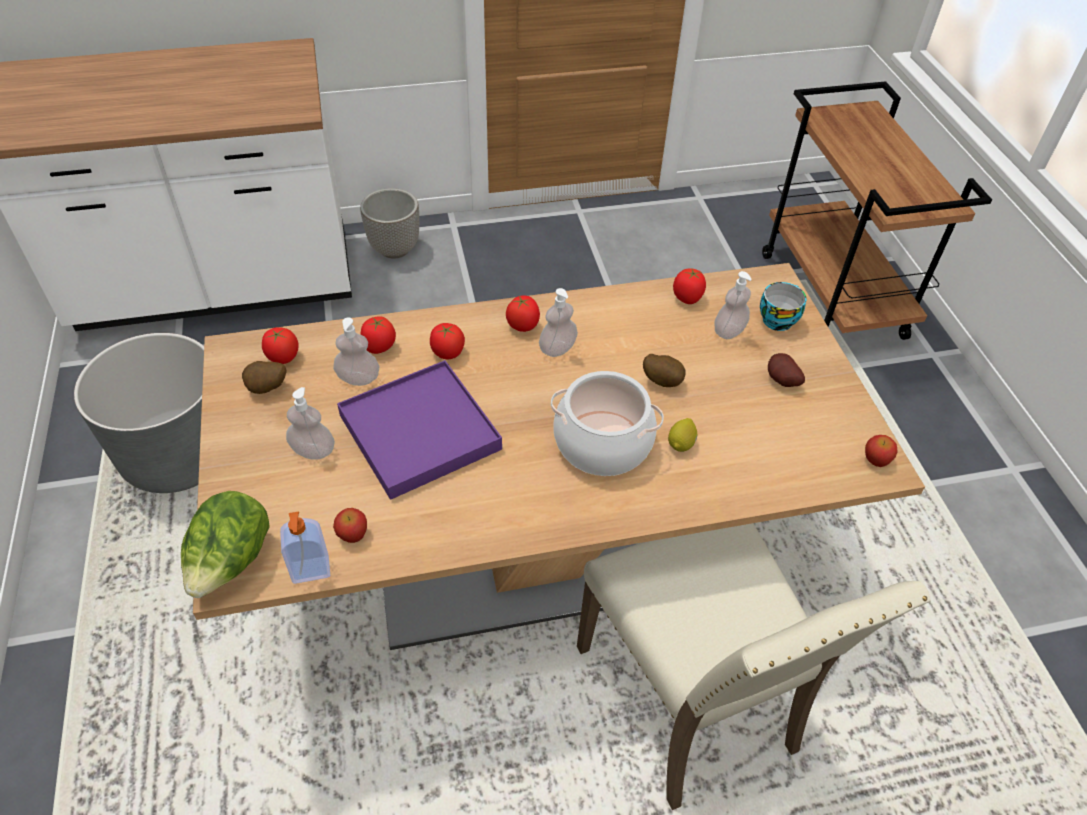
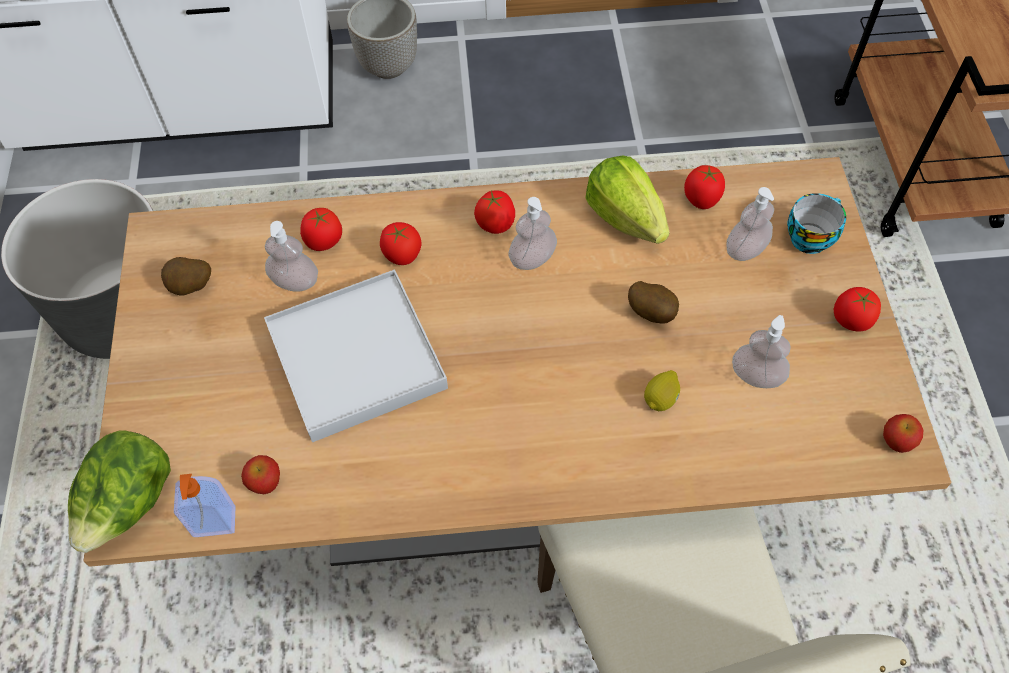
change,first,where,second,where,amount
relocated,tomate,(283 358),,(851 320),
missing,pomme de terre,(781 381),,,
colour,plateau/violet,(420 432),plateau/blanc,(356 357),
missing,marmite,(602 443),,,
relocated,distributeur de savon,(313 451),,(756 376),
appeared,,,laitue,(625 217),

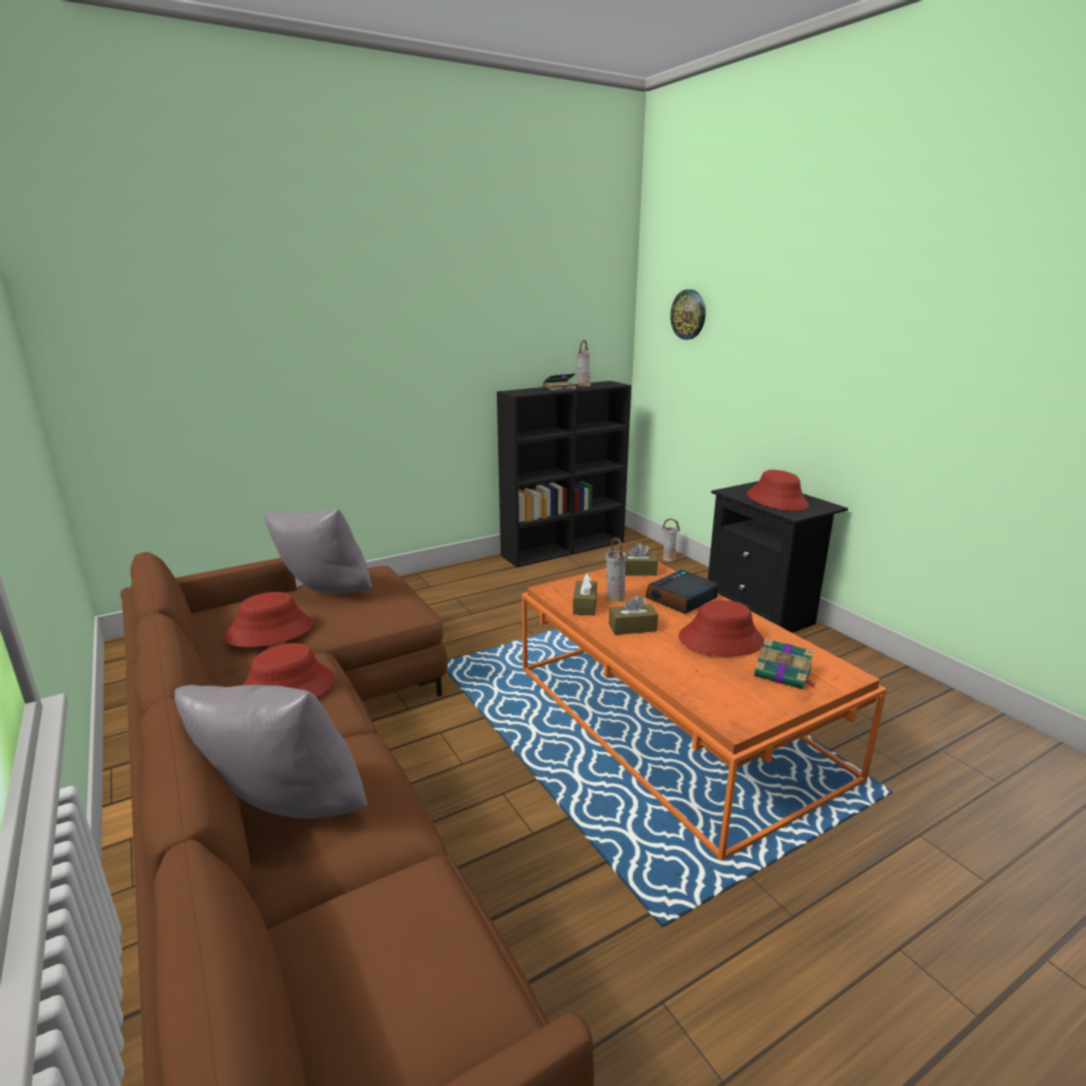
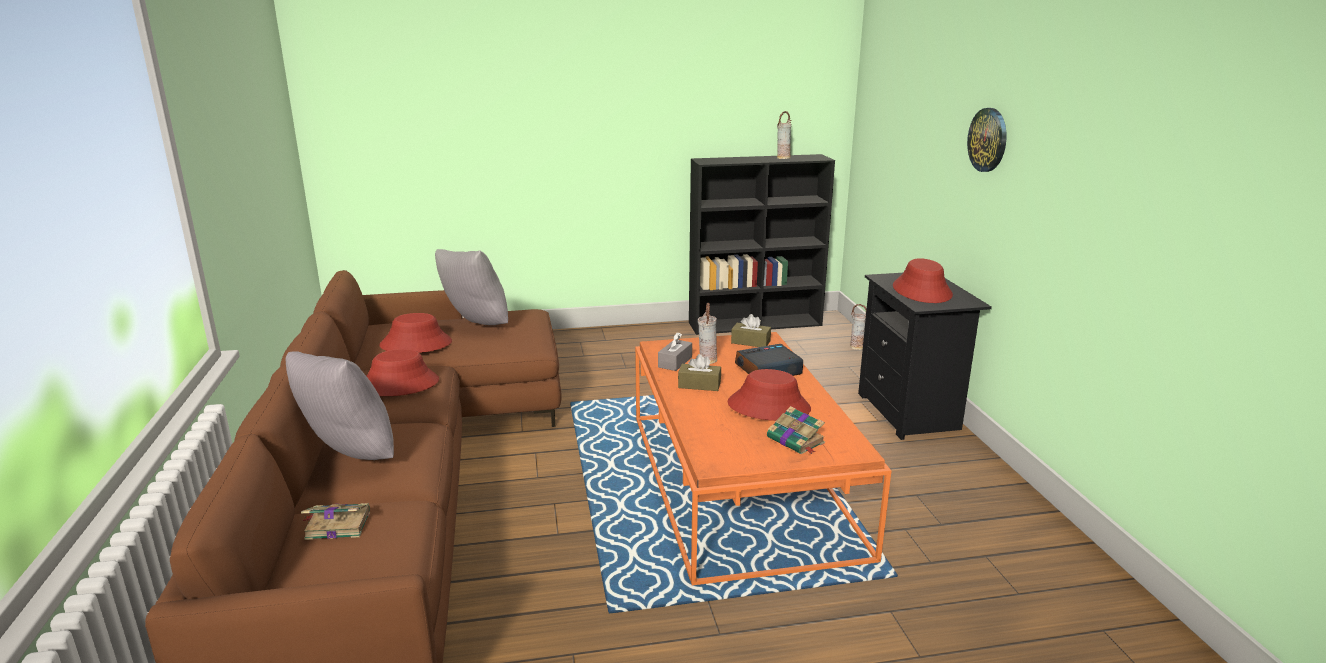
change,first,where,second,where,amount
relocated,horloge murale,(688 314),,(988 140),
relocated,livre,(558 388),,(336 525),
colour,boîte à mouchoirs/marron,(585 605),boîte à mouchoirs/gris,(675 362),

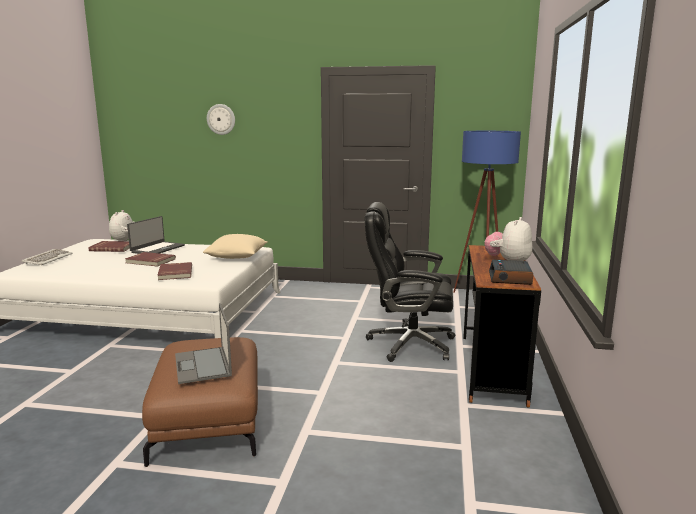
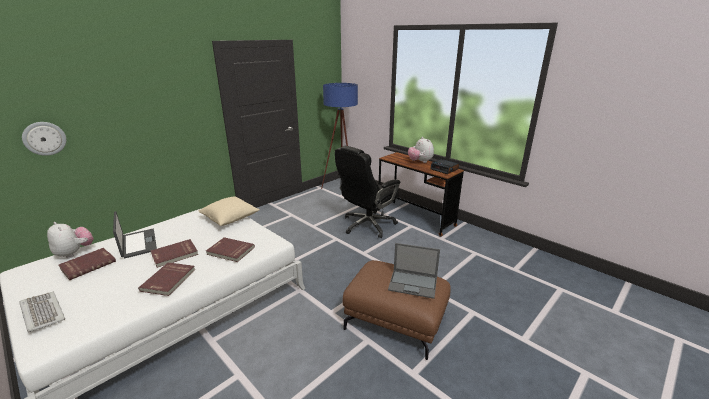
change,first,where,second,where,amount
relocated,horloge murale,(221 119),,(44 138),
appeared,,,livre/rouge,(169 280),

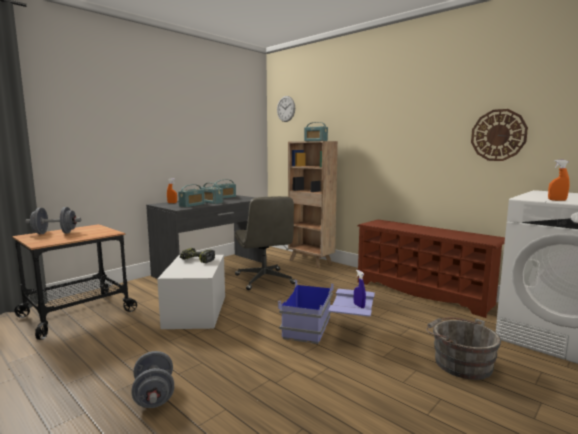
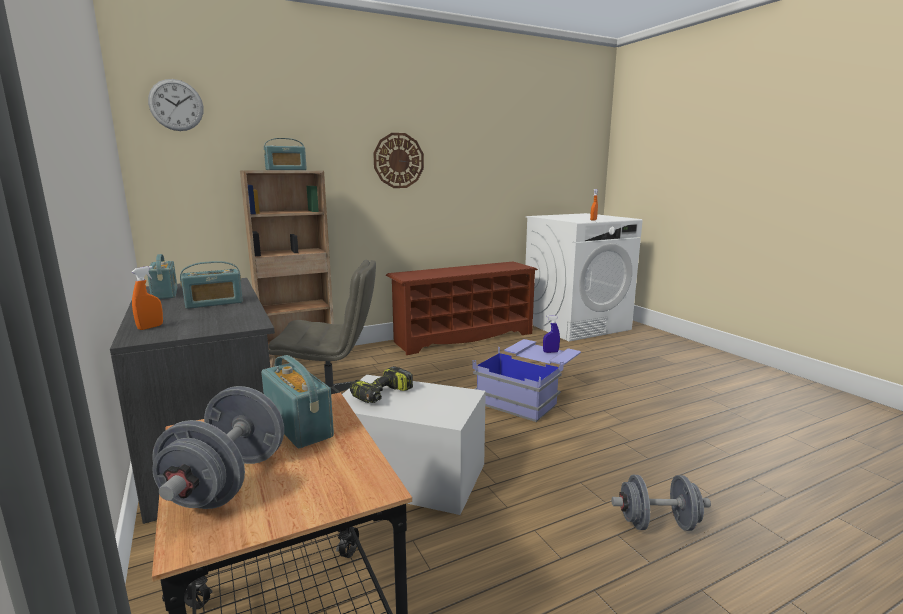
change,first,where,second,where,amount
relocated,horloge murale,(498 135),,(398 160),
relocated,radio,(192 205),,(299 426),
missing,seau/gris,(459 362),,,

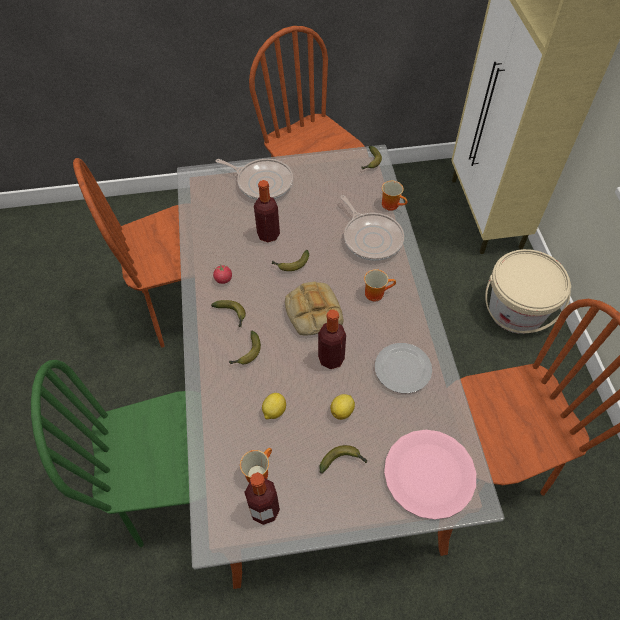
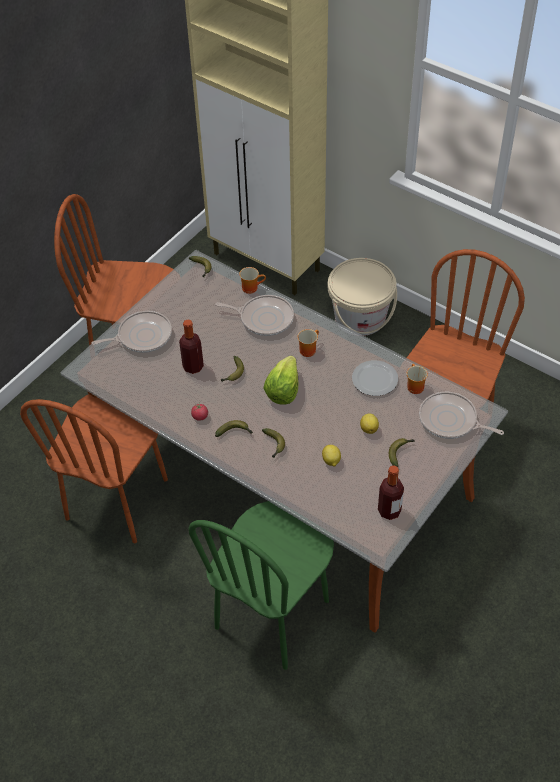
change,first,where,second,where,amount
exchanged,pain,(312 312),laitue,(283 390),
missing,bouteille,(331 358),,,
exchanged,assiette/rose,(429 474),poêle,(450 420),
relocated,mug,(257 471),,(413 386),

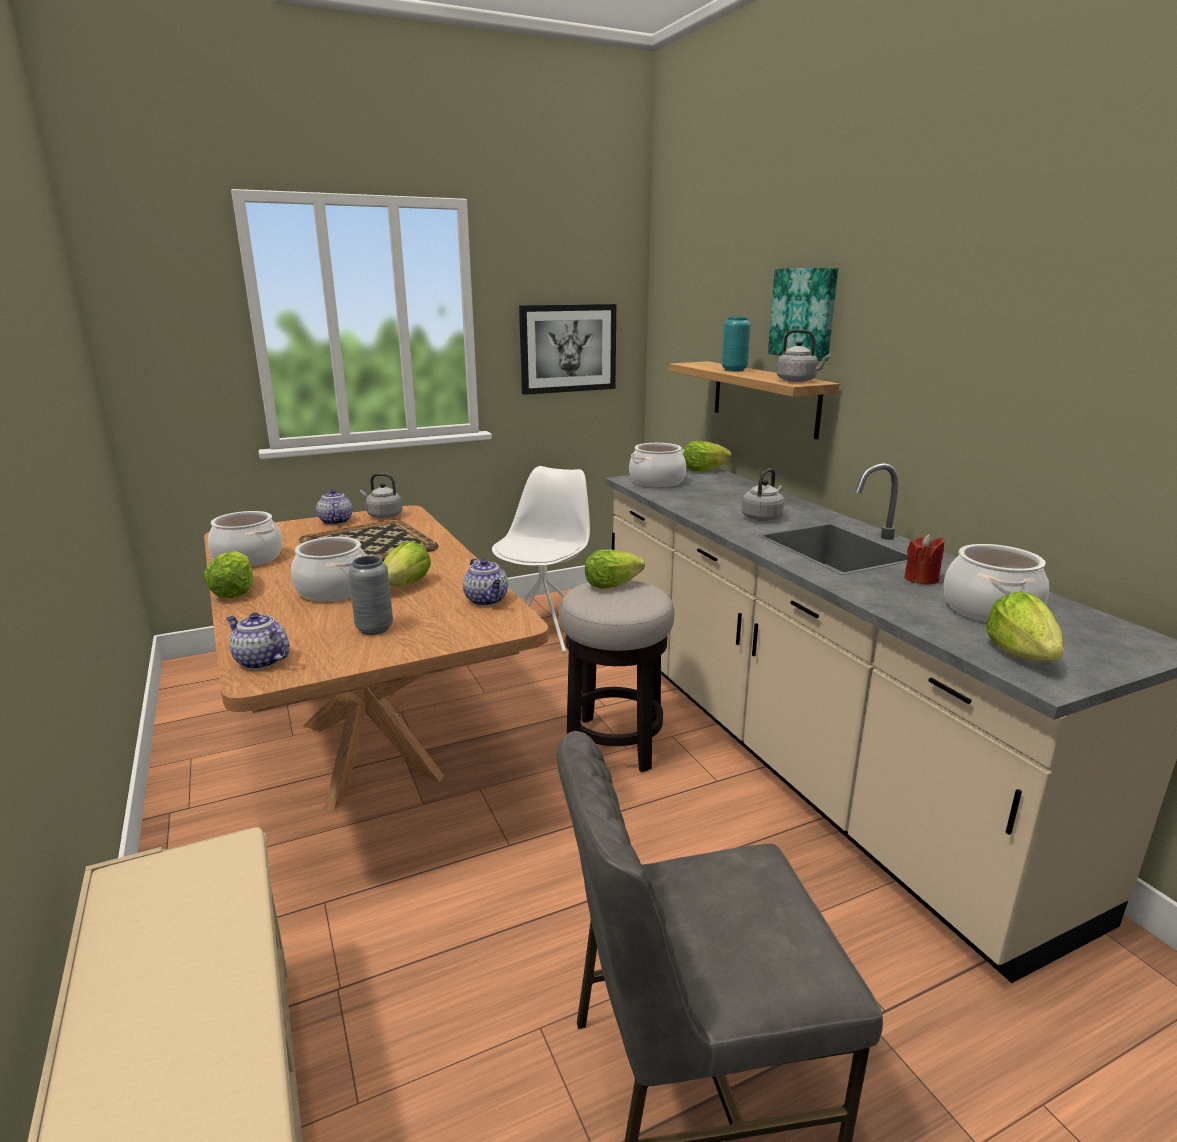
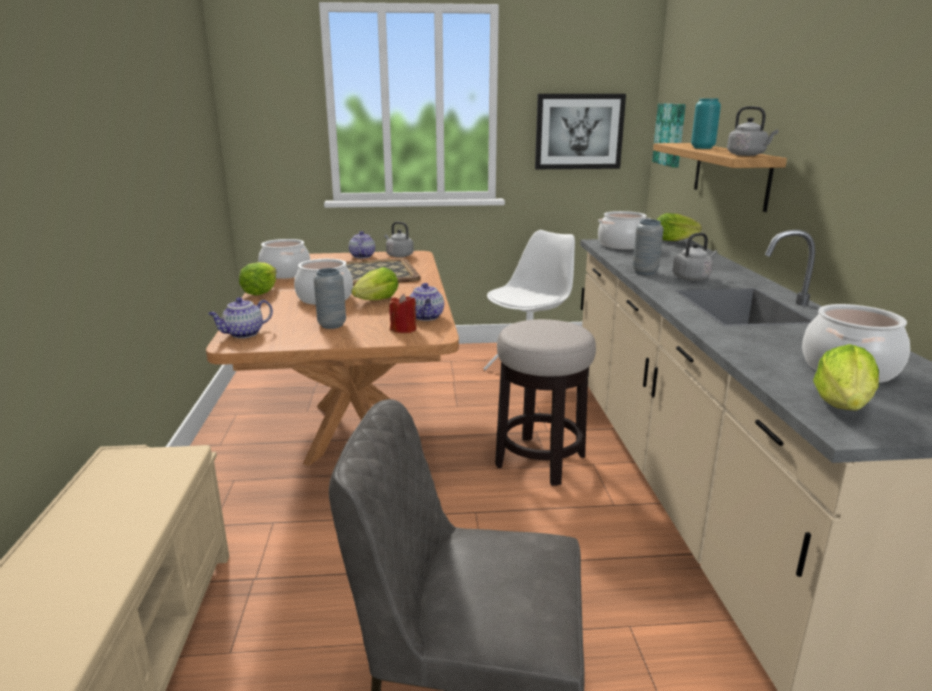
change,first,where,second,where,amount
relocated,tableau,(804 313),,(671 134),
relocated,bougie/rouge,(921 579),,(403 329),
missing,laitue,(611 585),,,
spun,théière,(260 661),,(243 334),90 degrees counterclockwise
appeared,,,vase/gris,(645 272),

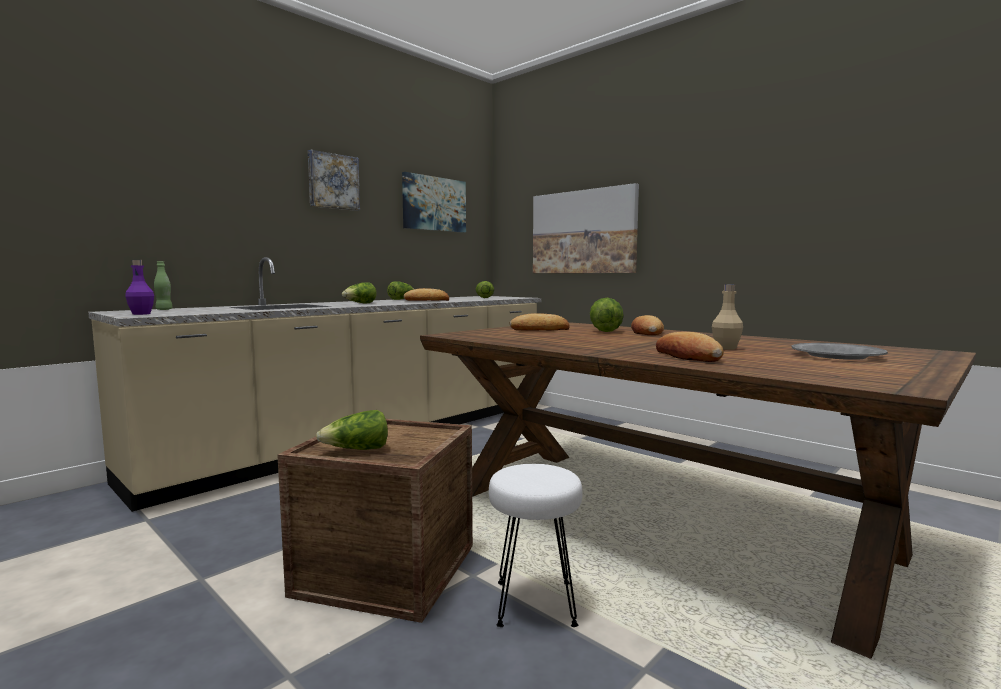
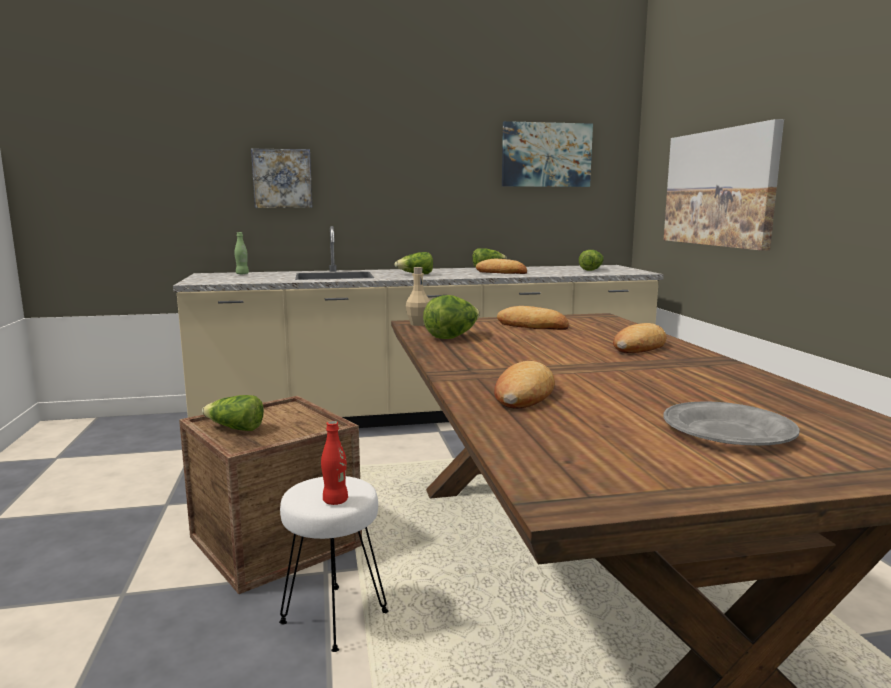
change,first,where,second,where,amount
relocated,tableau,(333 181),,(282 178),
missing,bouteille/violet,(141 314),,,
relocated,bouteille/beige,(726 348),,(418 324),
relocated,laitue,(605 331),,(452 337),
appeared,,,bouteille/rouge,(335 501),

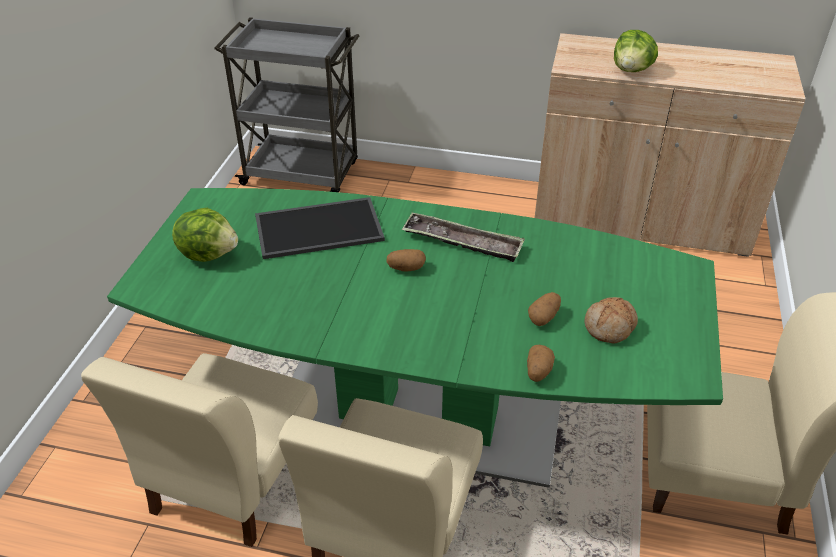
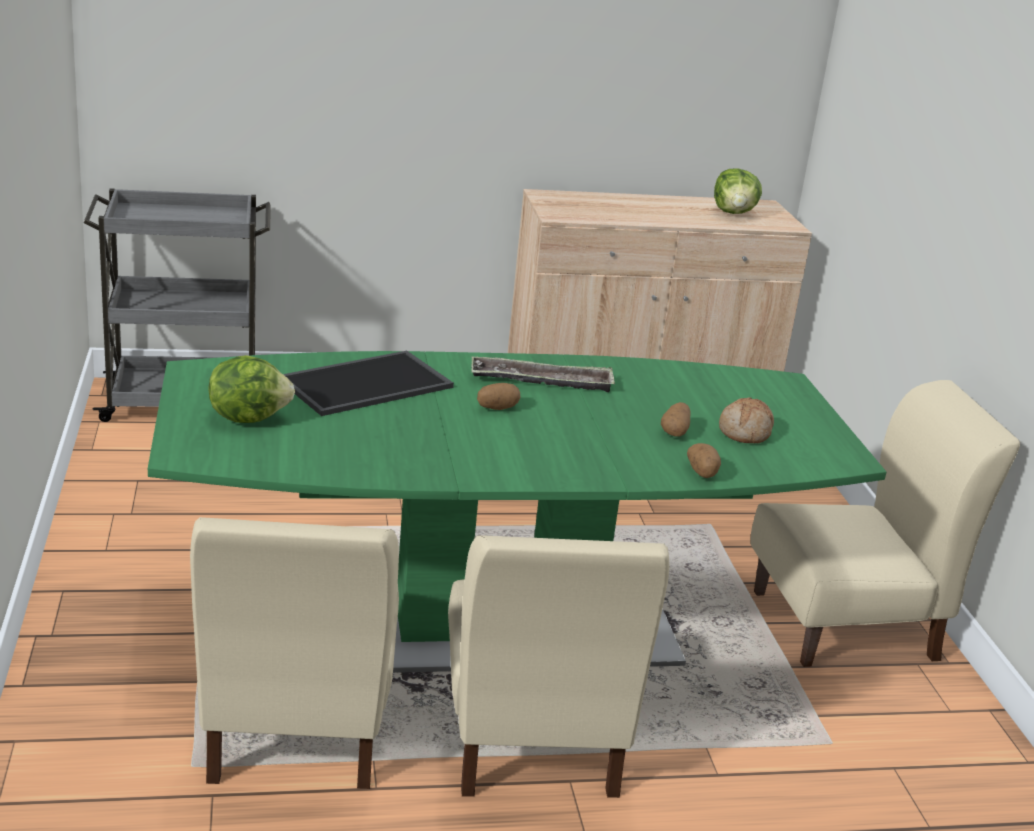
change,first,where,second,where,amount
relocated,laitue,(631 70),,(734 213),

